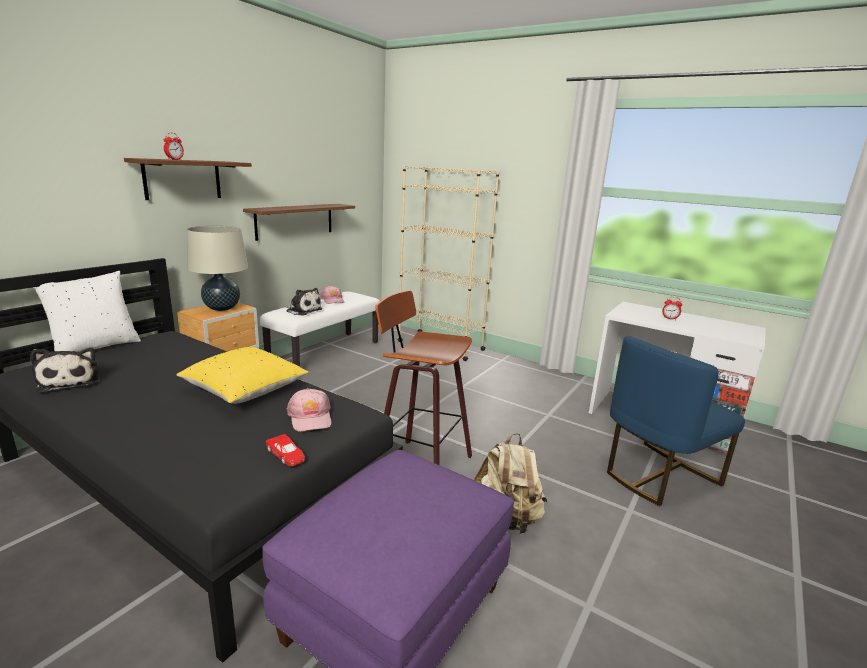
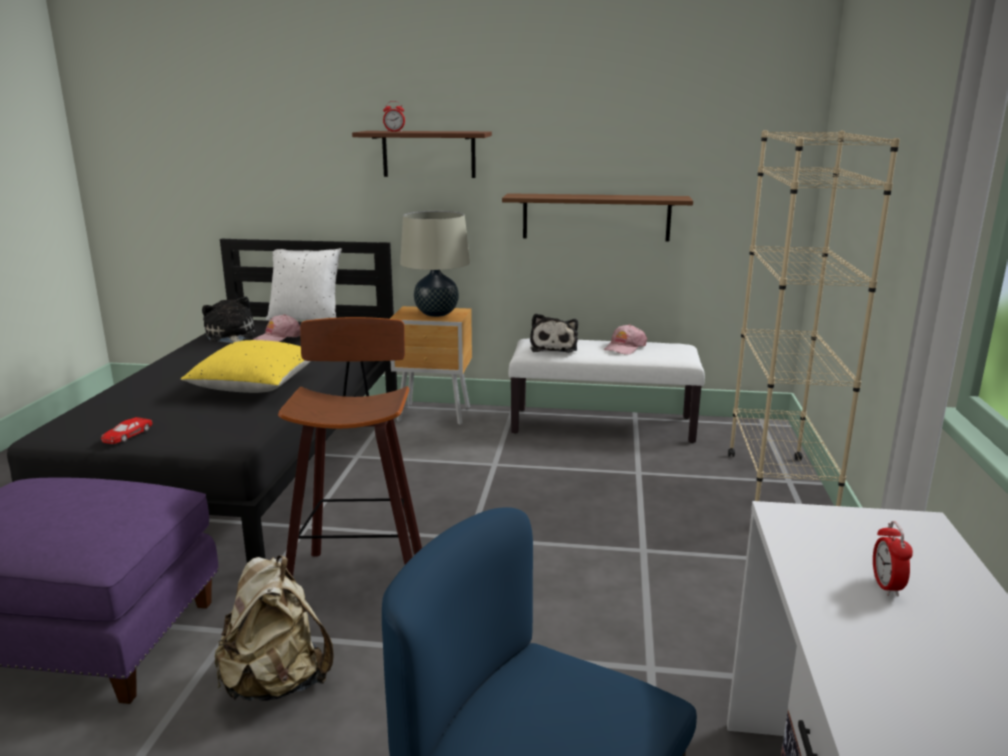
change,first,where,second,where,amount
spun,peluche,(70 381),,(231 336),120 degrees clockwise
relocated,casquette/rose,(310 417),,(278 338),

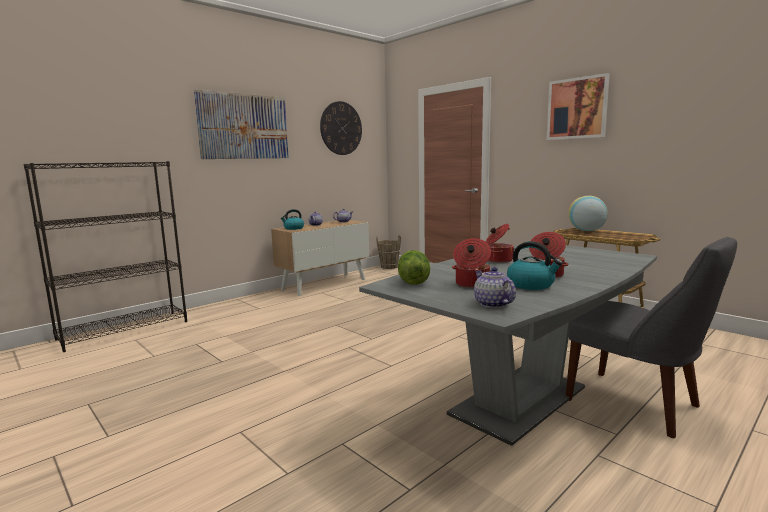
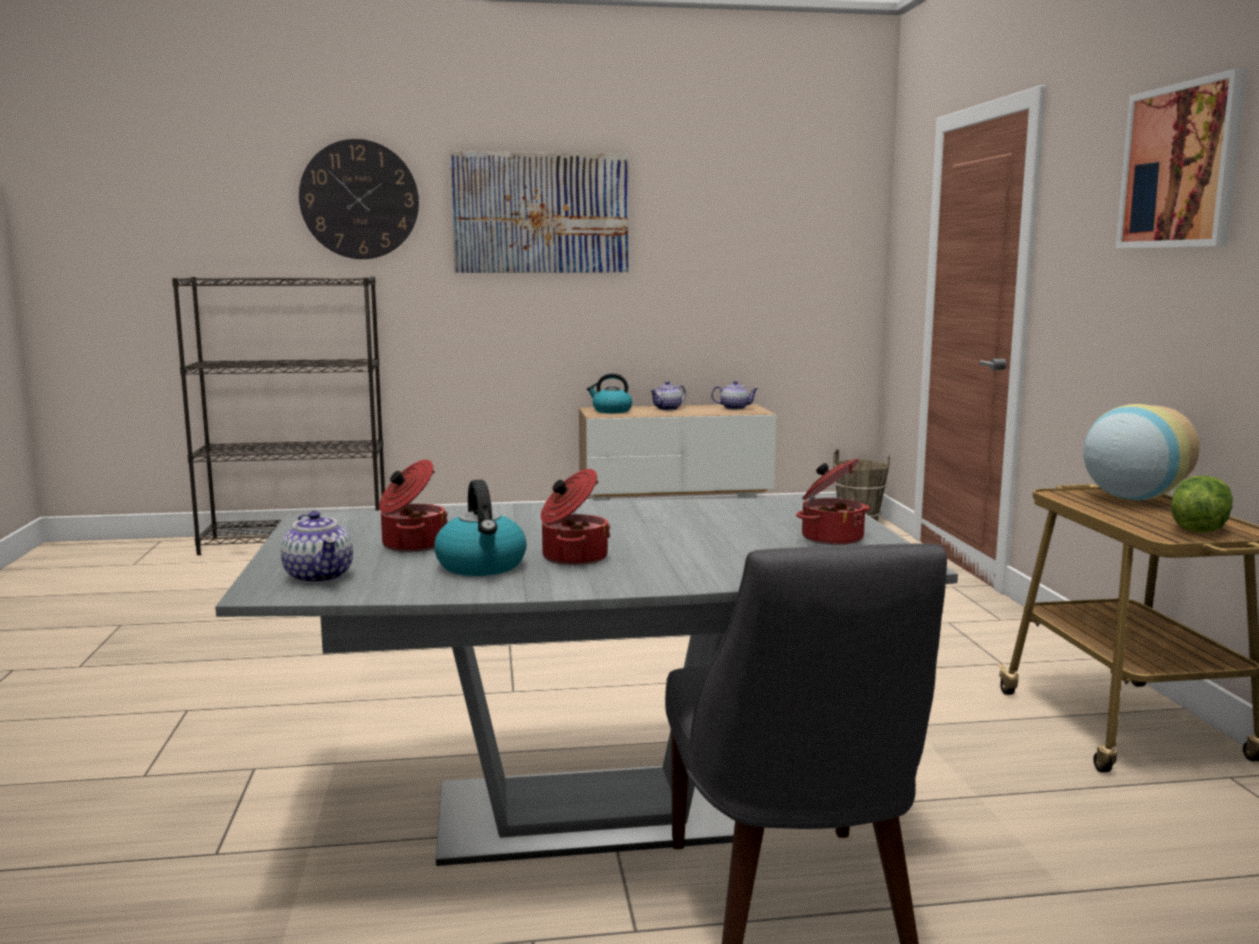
change,first,where,second,where,amount
relocated,horloge murale,(341 128),,(359 199),
relocated,marmite,(497 260),,(831 538),
relocated,laitue,(413 282),,(1197 529),
spun,théière,(492 304),,(320 576),135 degrees clockwise

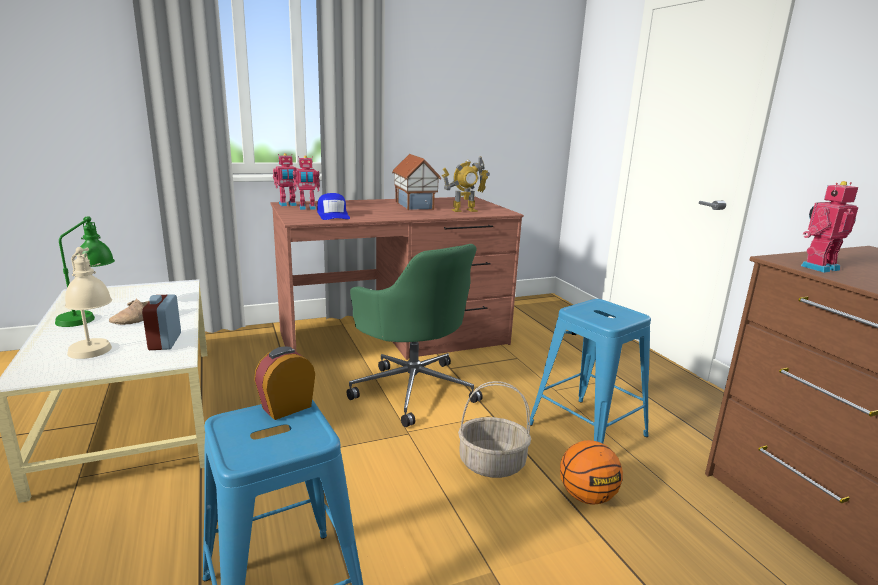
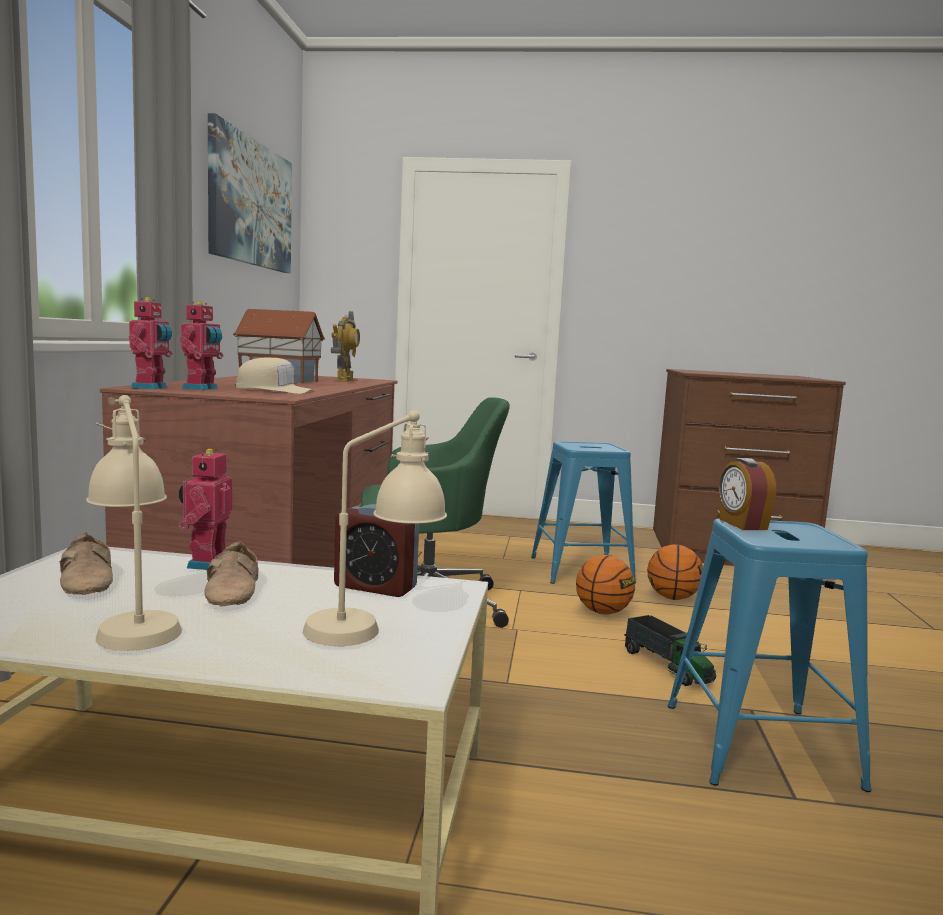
change,first,where,second,where,amount
relocated,robot jouet,(817 267),,(206 564),
colour,casquette/bleu,(333 215),casquette/beige,(274 390),
colour,lampe de table/vert,(90 315),lampe de table/beige,(132 622),
exchanged,panier,(492 463),ballon de basket,(602 612),
appeared,,,tableau,(251 203),
appeared,,,chaussure/beige,(91 580),
appeared,,,camion jouet,(667 666),

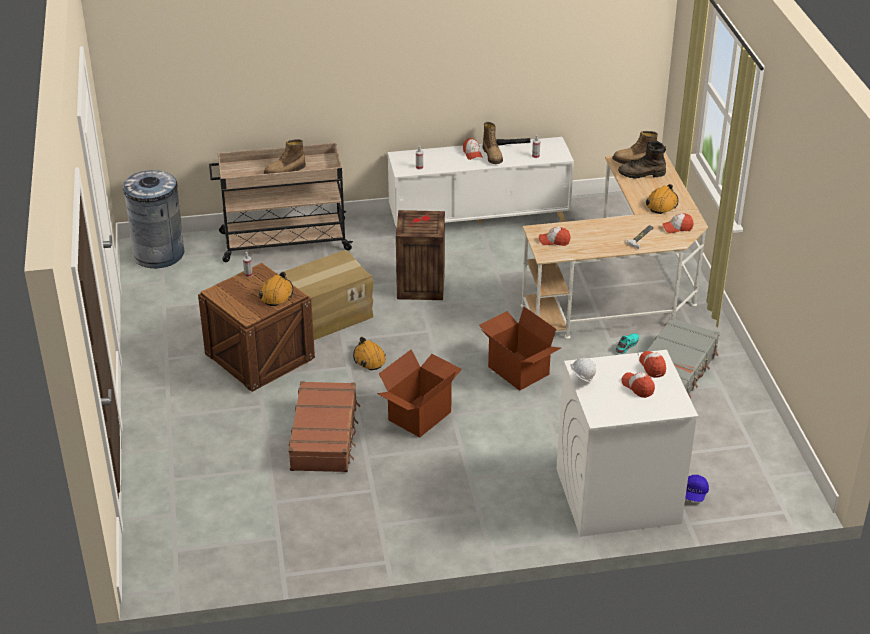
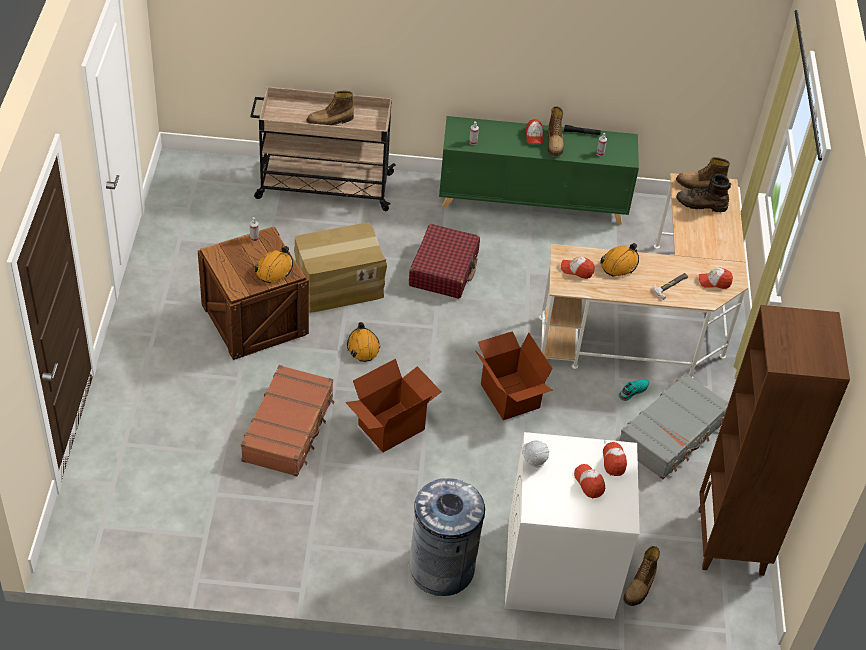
change,first,where,second,where,amount
colour,meuble de rangement/blanc,(479 219),meuble de rangement/vert,(533 201),
relocated,poubelle/gris,(158 254),,(441 568),
relocated,casque de chantier/orange,(662 204),,(619 264),
exchanged,caisse,(420 285),valise/rouge,(444 270),
exchanged,casquette/bleu,(694 494),botte,(640 587),
appeared,,,bibliothèque/marron,(731 542),

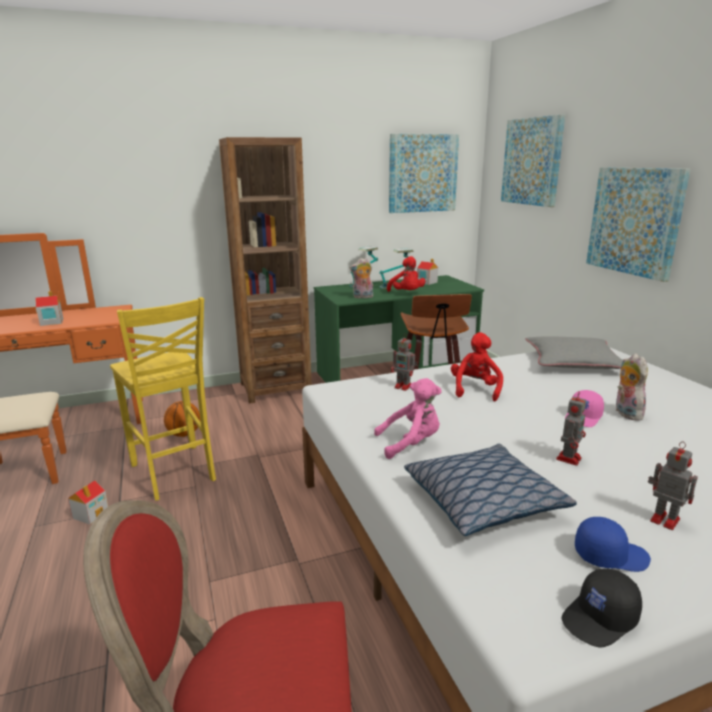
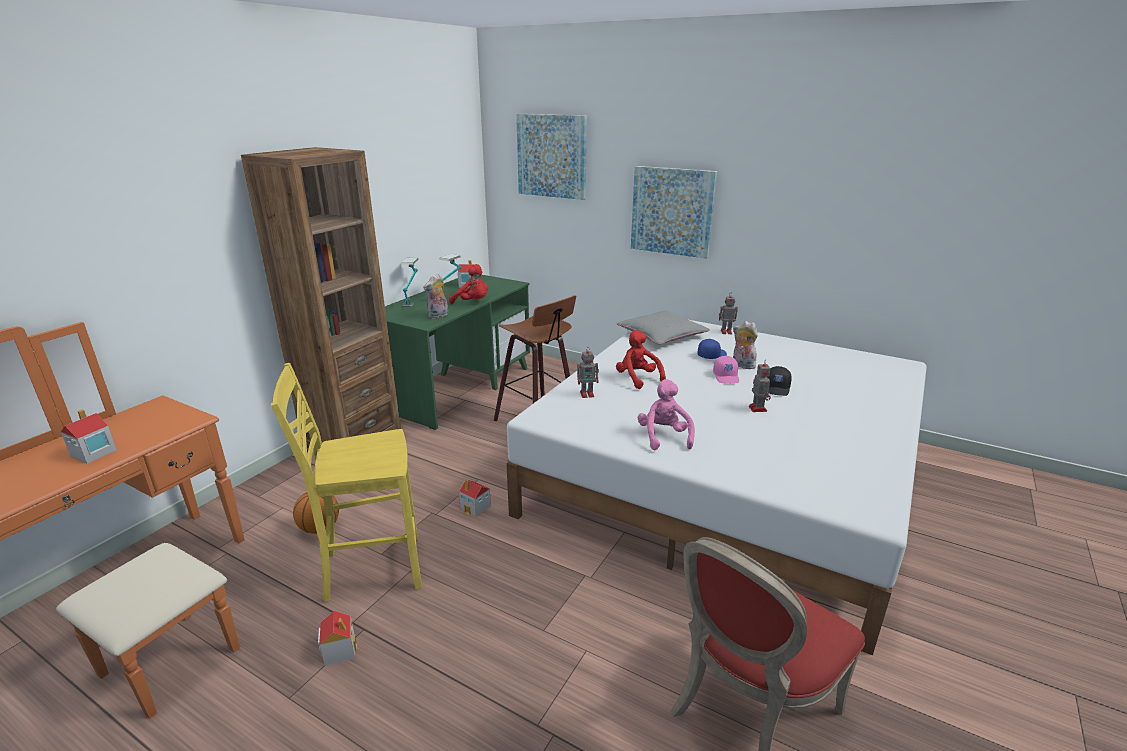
change,first,where,second,where,amount
missing,tableau,(422 173),,,
spun,chaise/jaune,(174 473),,(371 568),150 degrees clockwise
spun,peluche/rose,(411 443),,(664 437),45 degrees counterclockwise
relocated,robot jouet,(663 519),,(725 332),
missing,coussin,(483 501),,,
relocated,casquette/bleu,(610 555),,(711 355),
relocated,casquette/noir,(600 619),,(777 388),
appeared,,,maison miniature,(476 507),

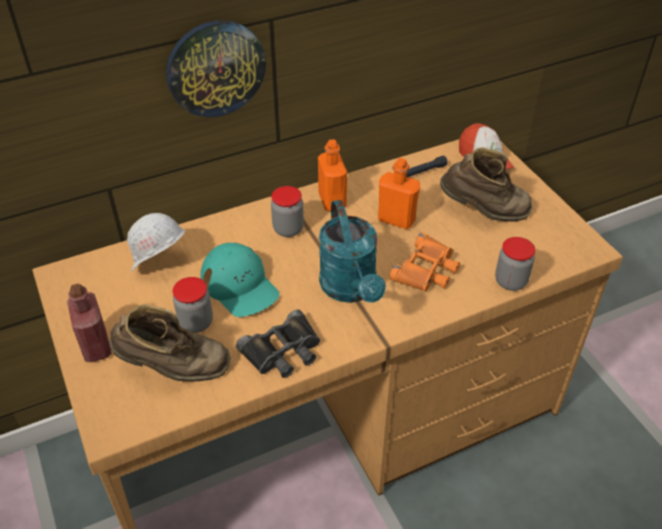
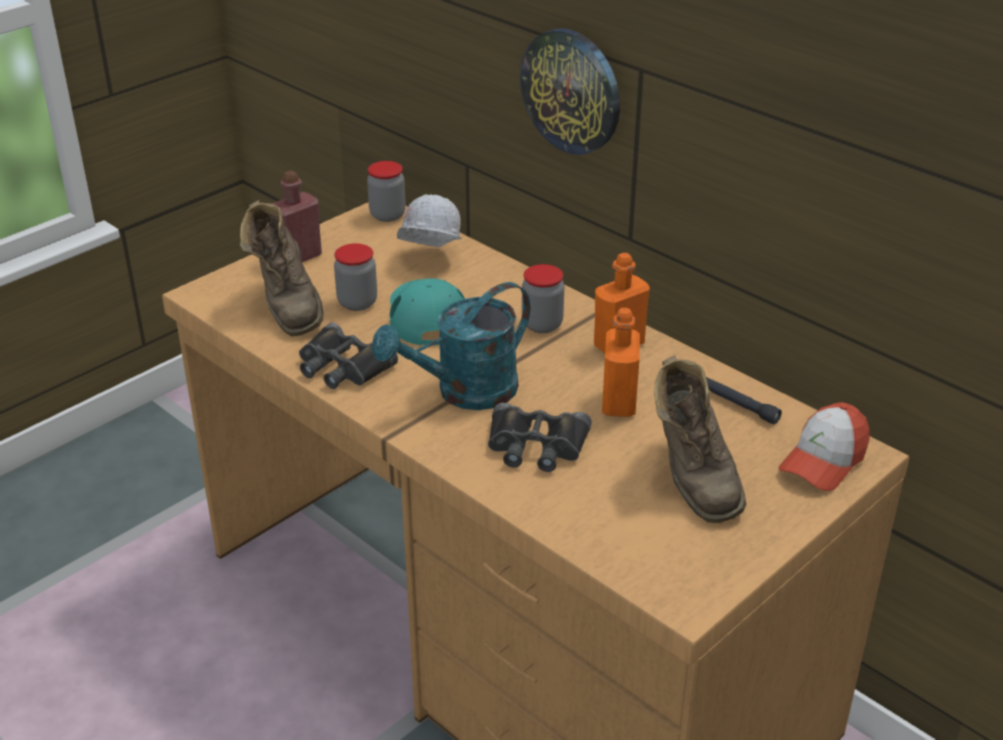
change,first,where,second,where,amount
colour,jumelles/orange,(427 270),jumelles/noir,(536 446),
relocated,bocal,(510 281),,(387 215),
spun,casquette/turquoise,(239 285),,(427 315),135 degrees clockwise

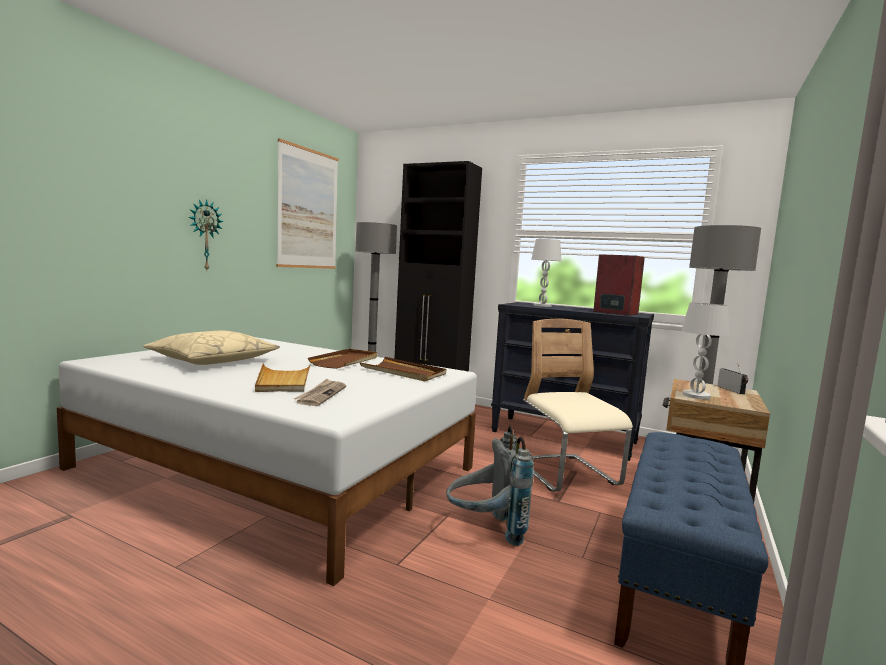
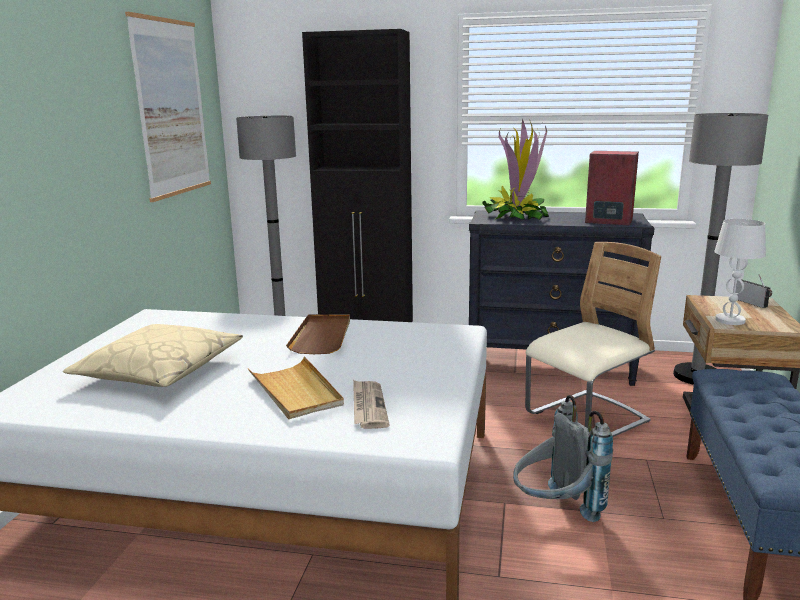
change,first,where,second,where,amount
missing,horloge murale,(204 235),,,
exchanged,lampe de table/blanc,(542 305),plante en pot,(516 217),
spun,chaise/beige,(567 475),,(586 419),90 degrees clockwise
missing,plateau/marron,(403 372),,,

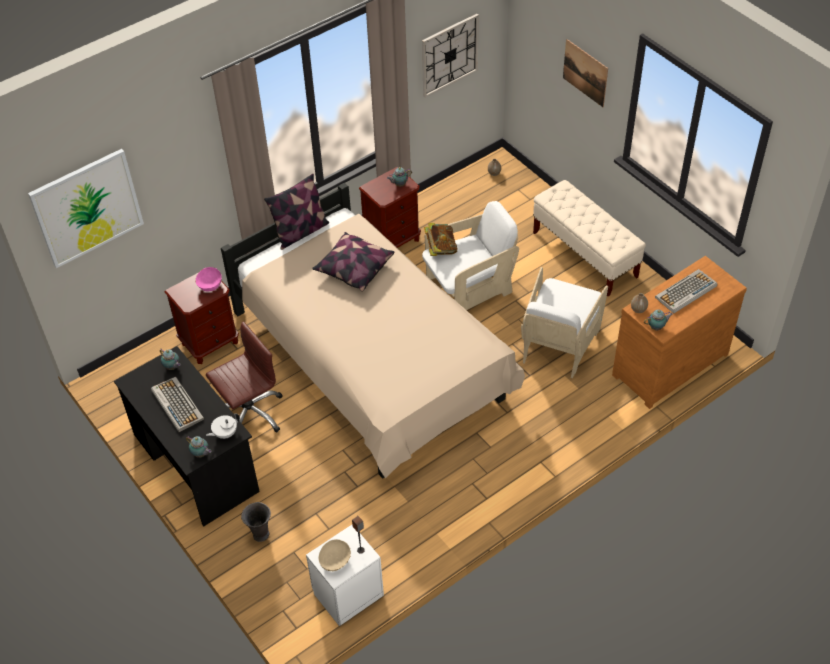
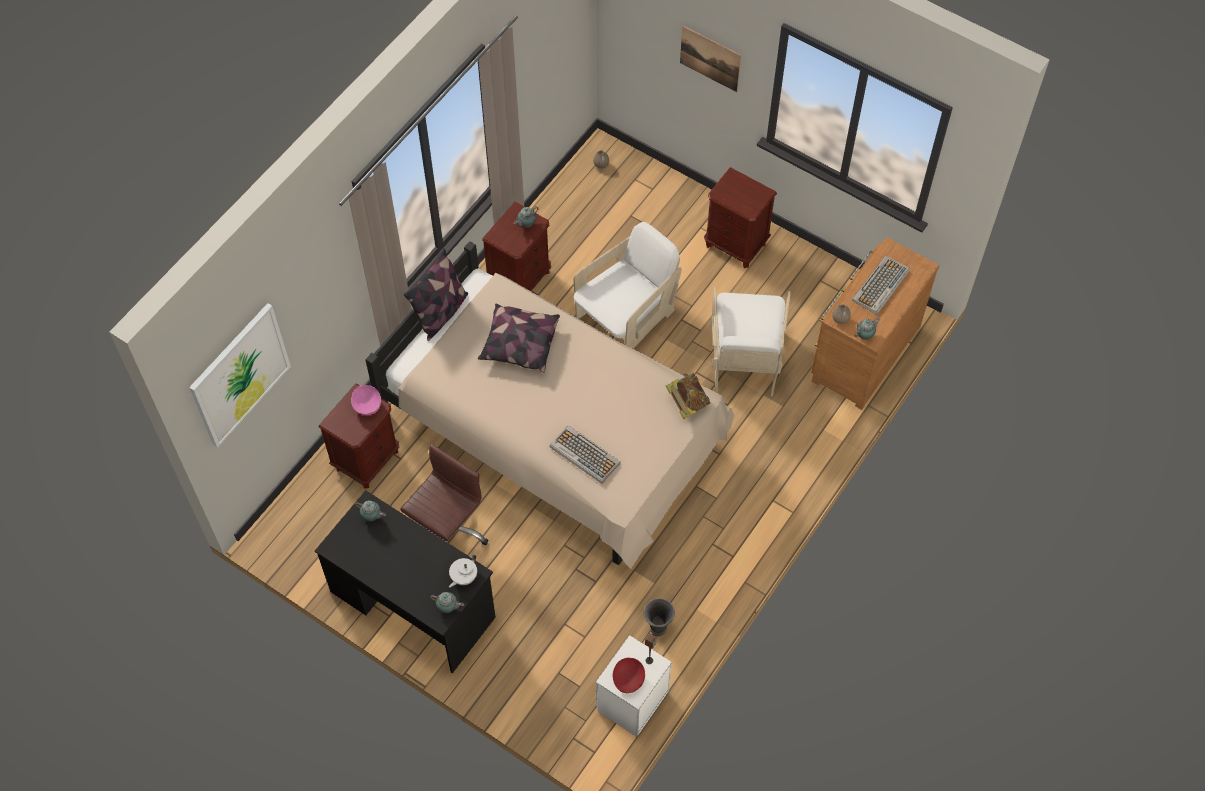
change,first,where,second,where,amount
missing,horloge murale,(449 55),,,
exchanged,banc/beige,(585 255),table de chevet/marron,(735 244),
relocated,livre,(440 248),,(687 403),
relocated,clavier,(176 404),,(584 455),
relocated,vase/gris,(260 535),,(657 629),
colour,bol/beige,(335 561),bol/rouge,(628 680),

